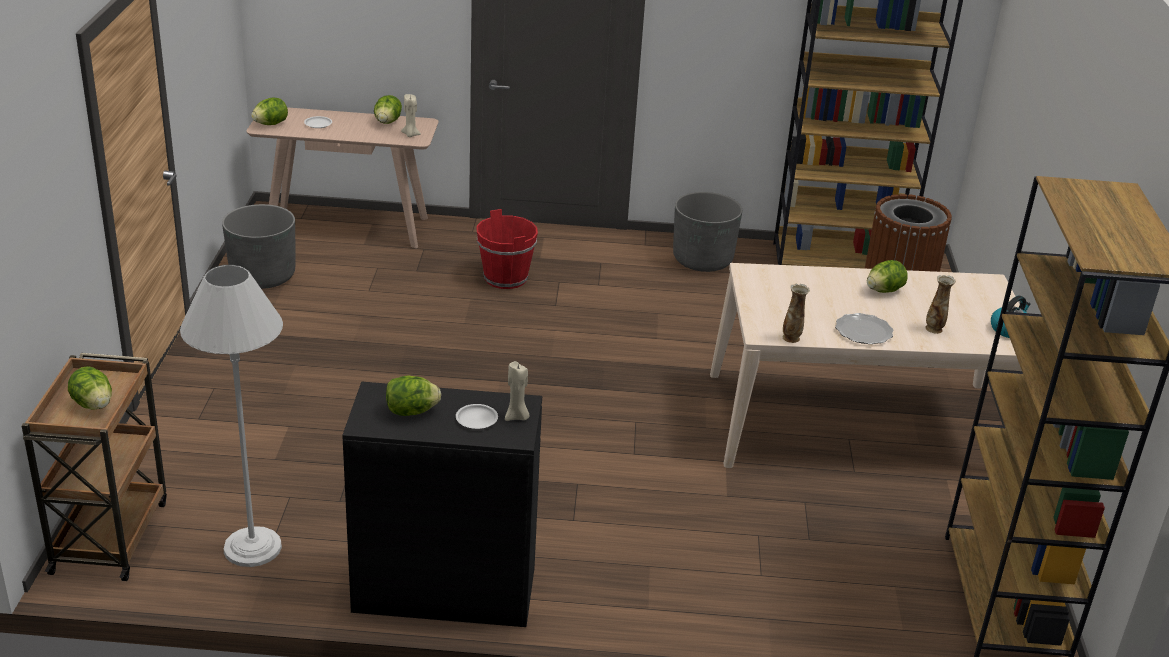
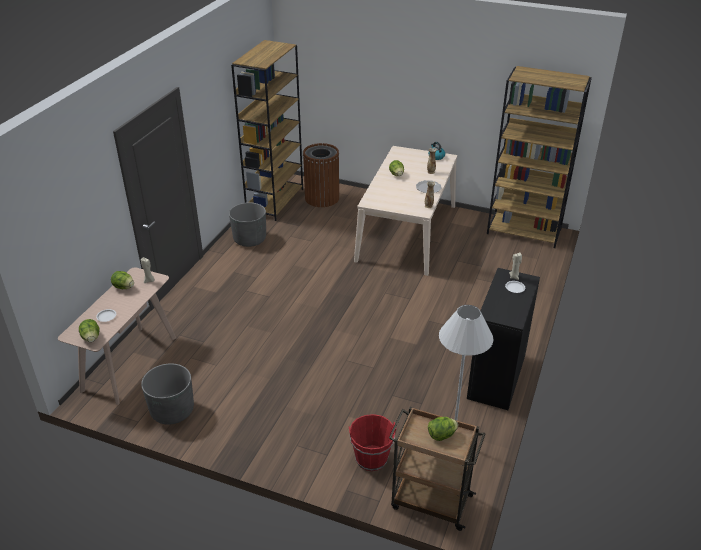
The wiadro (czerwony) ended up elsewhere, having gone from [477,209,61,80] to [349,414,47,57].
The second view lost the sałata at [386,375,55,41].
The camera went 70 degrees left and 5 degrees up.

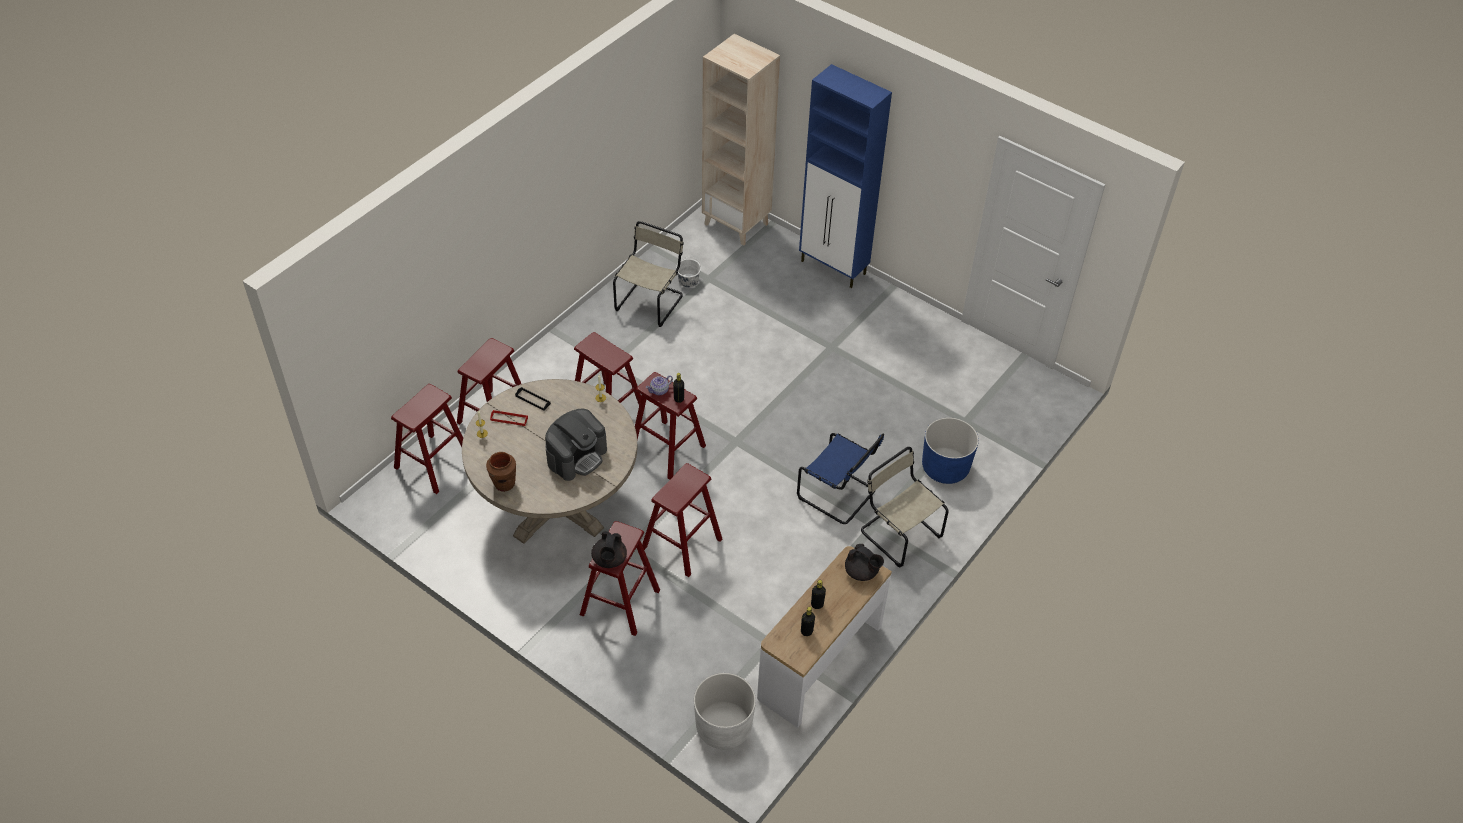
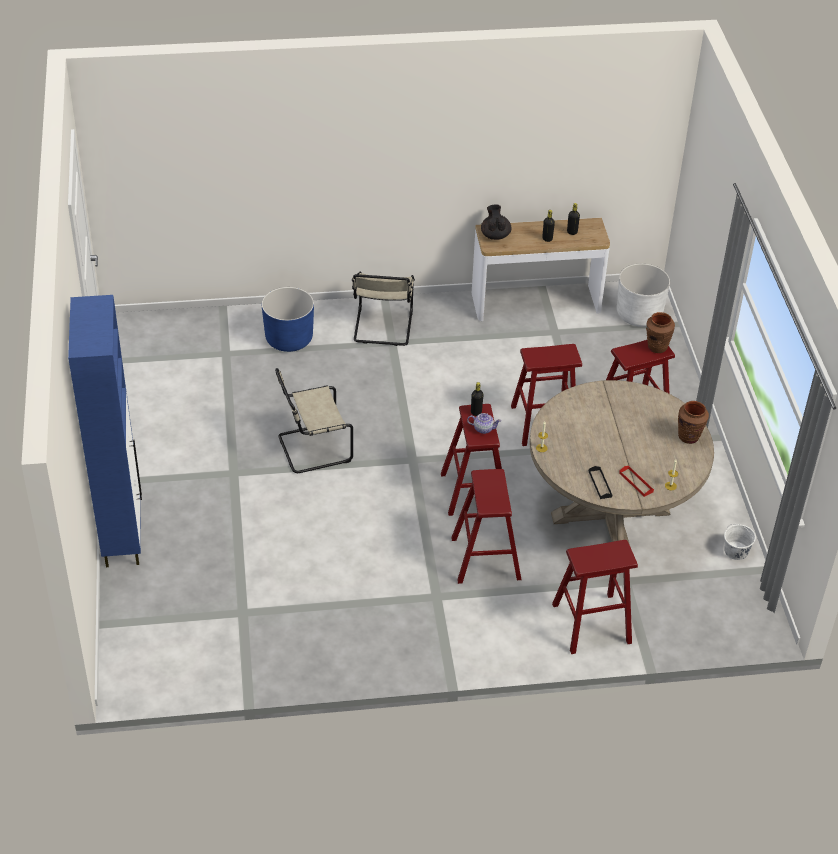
The second view lost the regał (beżowy) at [702,34,78,212].
The krzesło (beżowy) ended up elsewhere, having gone from [613,221,71,106] to [275,368,78,105].
The wiadro (biały) ended up elsewhere, having gone from [676,257,25,31] to [724,524,32,36].
The second view lost the stołek (czerwony) at [391,384,72,110].
The second view lost the ekspres do kawy at [545,408,62,73].
The second view lost the krzesło (niebieski) at [797,433,87,91].
Where the imbryk (czarny) stood at [591,531,36,37], the wazon (brązowy) came to stand at [646,312,29,41].
The camera went 135 degrees left and 5 degrees down.

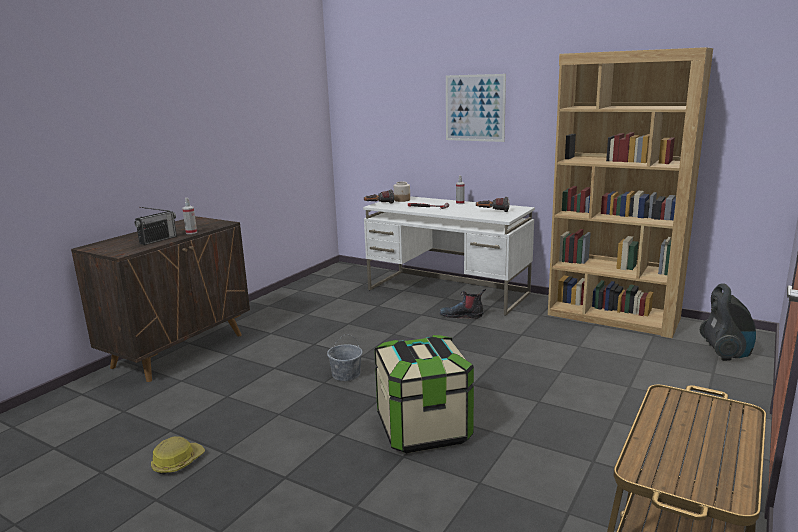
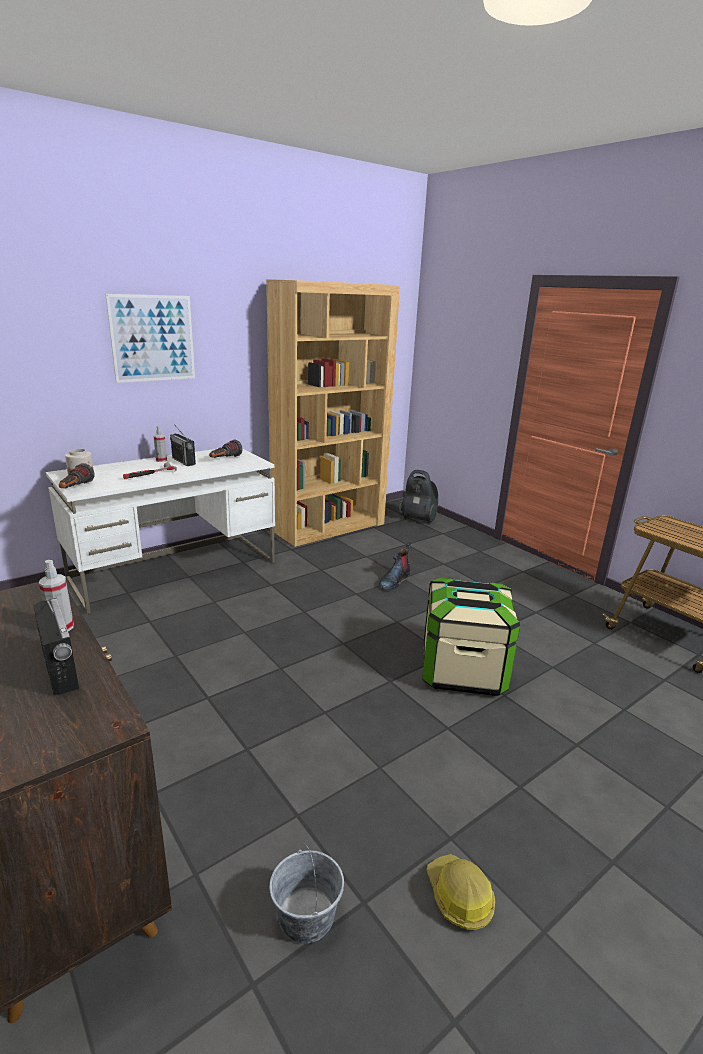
The but z cholewką ended up elsewhere, having gone from [440,289,46,30] to [379,542,32,47].
The wiadro (szary) ended up elsewhere, having gone from [327,335,36,46] to [269,843,75,101].
The second view gained the radio at [170,424,26,42].
The camera went 70 degrees left and 5 degrees up.

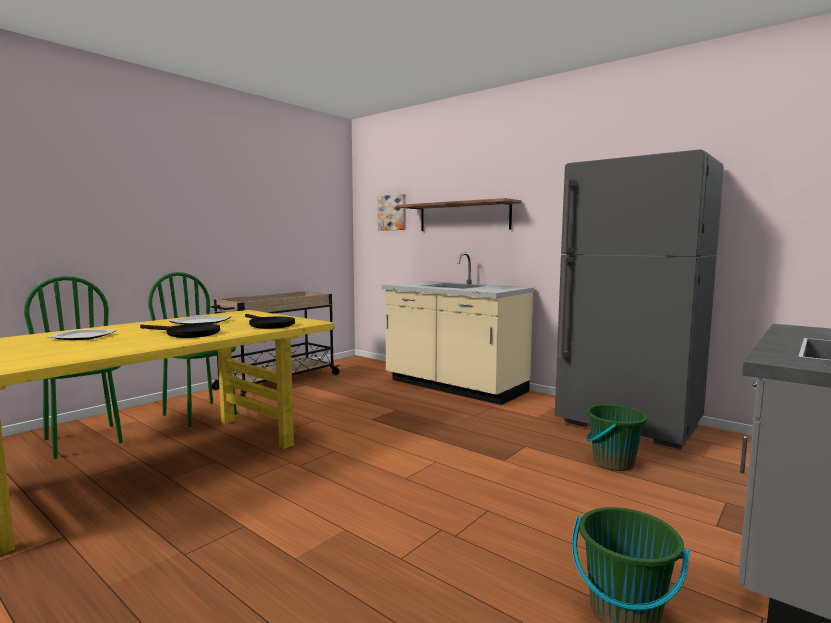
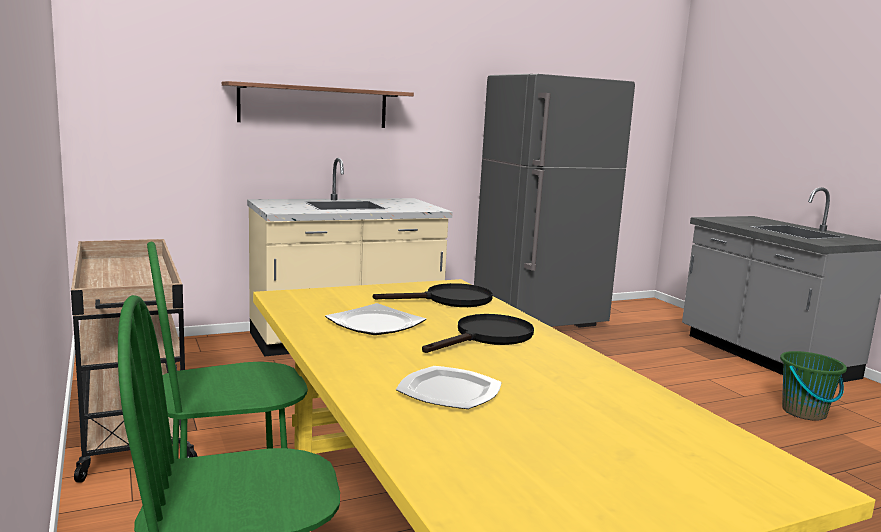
The second view lost the obraz at [378,194,28,36].
The second view lost the wiadro (zielony) at [586,404,61,67].
The camera went 65 degrees left and 5 degrees up.

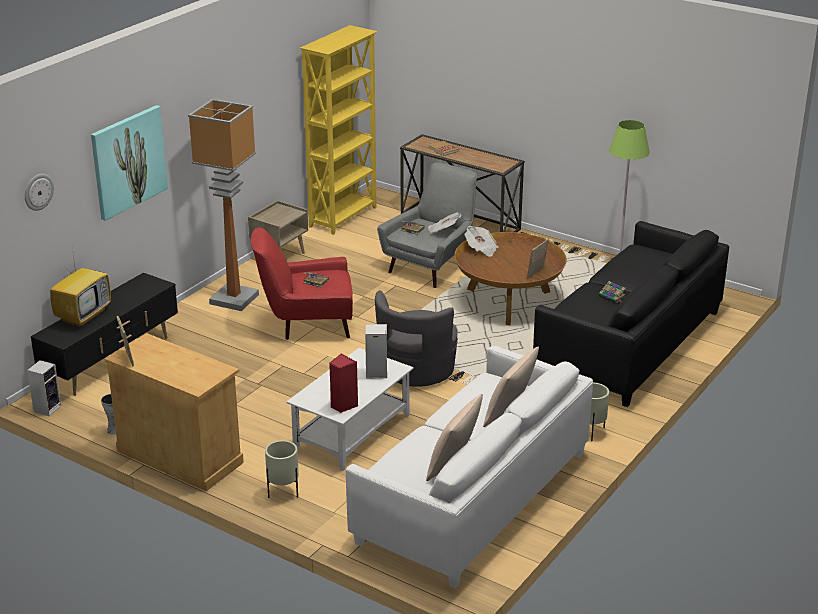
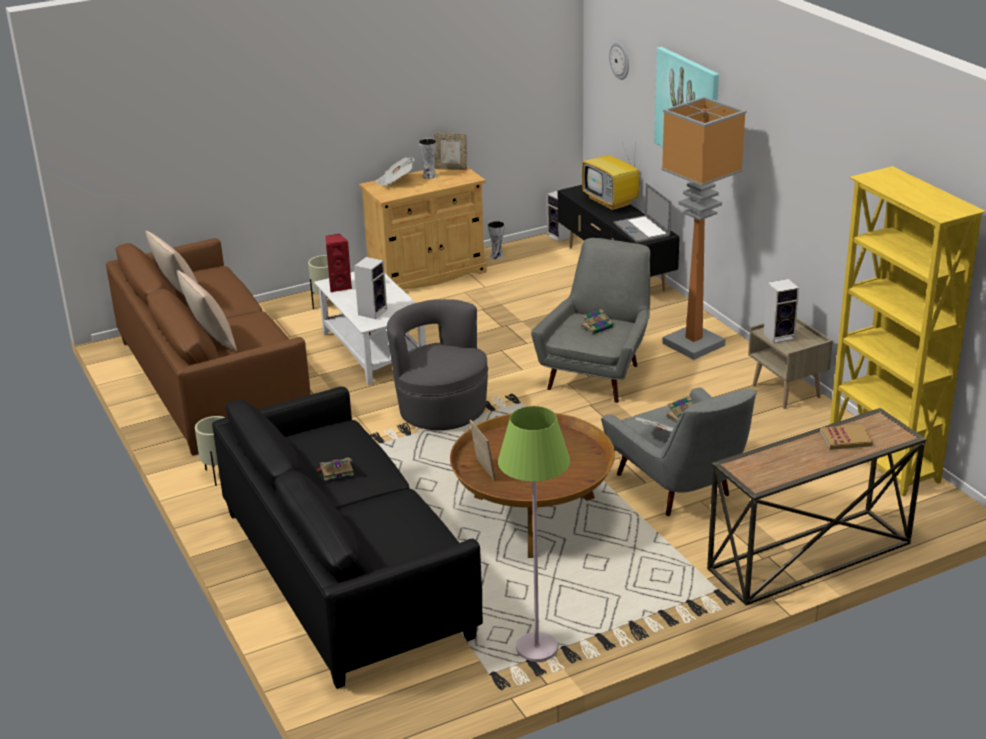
The gazeta ended up elsewhere, having gone from [465,226,33,31] to [375,157,40,30].
What was the fotel (czerwony) at [251,227,102,113] turned into the fotel (szary) at [531,238,119,165].
What was the kanapa (biały) at [346,345,247,244] turned into the kanapa (brązowy) at [106,238,205,218].
The second view gained the wazon at [419,138,18,41].
The second view gained the laptop at [614,183,58,60].
The second view gained the głośnik at [764,279,35,64].
The camera went 120 degrees right and 0 degrees up.

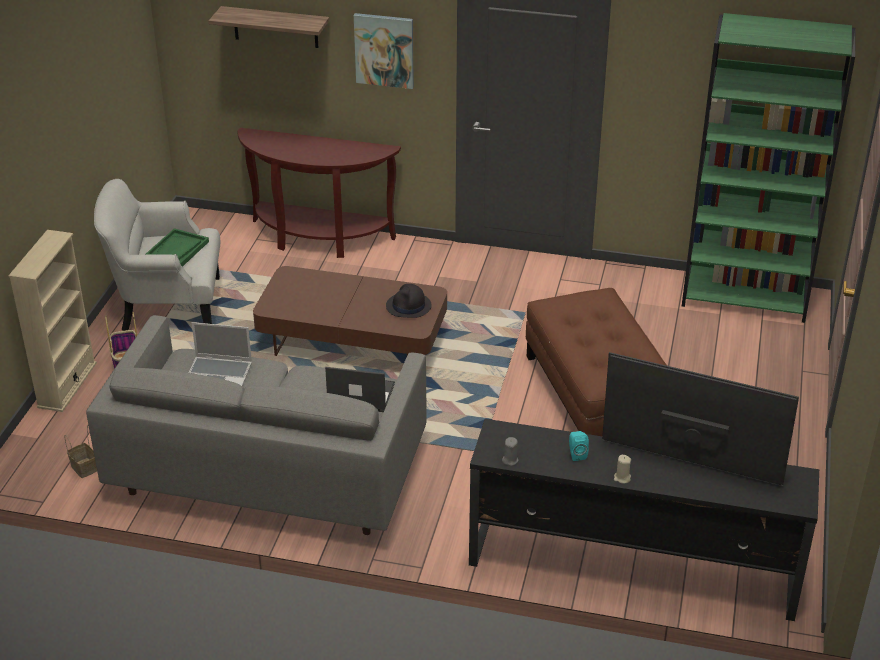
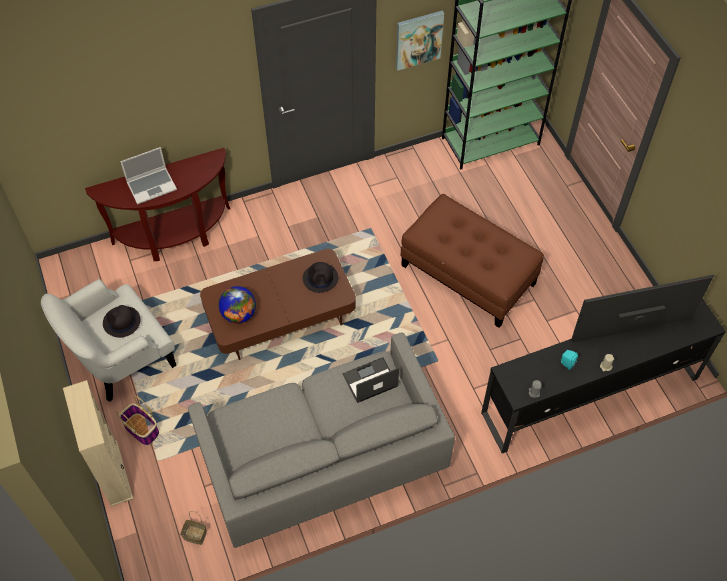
The second view lost the półka at [209,6,120,42].
The obraz ended up elsewhere, having gone from [354,13,60,76] to [396,10,48,61].
Where the taca (zielony) stood at [145,228,64,39], the kapelusz (czarny) came to stand at [103,305,38,33].
The laptop ended up elsewhere, having gone from [189,322,63,64] to [120,147,57,57].
The second view gained the globus at [219,286,37,37].
The camera went 35 degrees left and 20 degrees up.

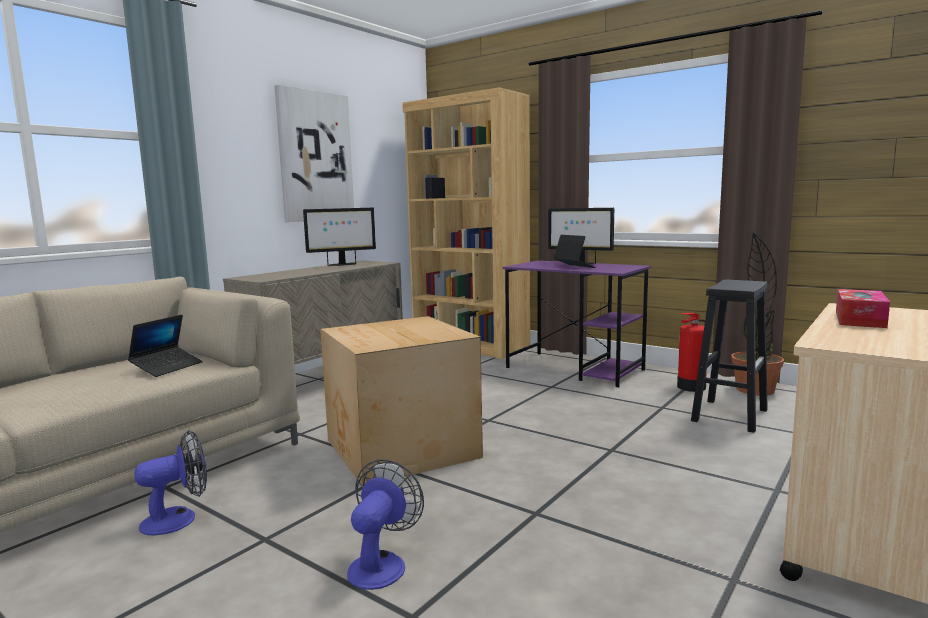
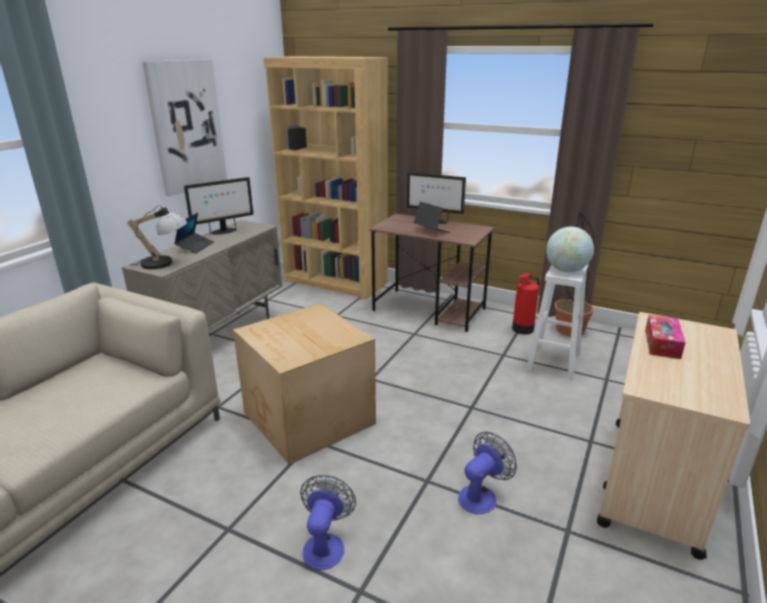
What was the biurko (fioletowy) at [503,260,148,127] turned into the biurko (brązowy) at [369,214,125,118].
What was the stołek (czarny) at [691,279,77,154] turned into the stołek (biały) at [526,263,63,117].
The laptop ended up elsewhere, having gone from [128,315,75,62] to [174,213,40,41].
The wentylator ended up elsewhere, having gone from [134,430,73,105] to [458,432,59,82].
The second view gained the lampa stołowa at [127,205,60,64].
The second view gained the globus at [546,227,48,45].
The camera went 10 degrees left and 15 degrees up.

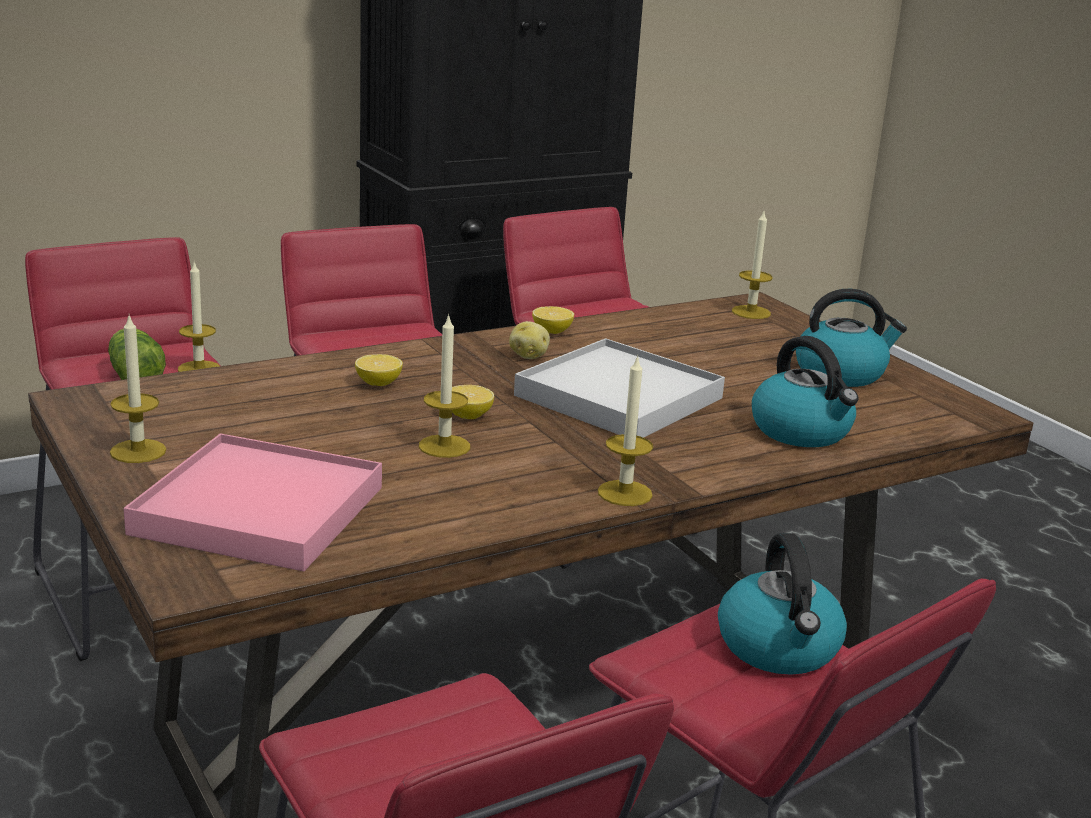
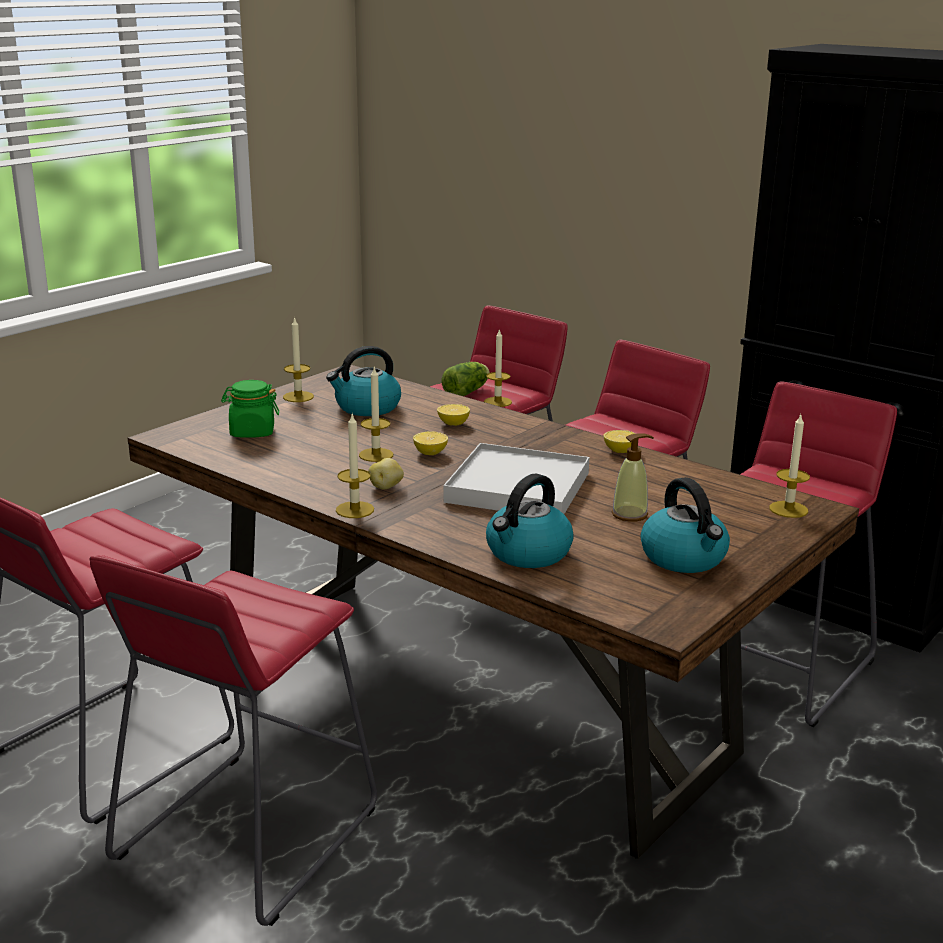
The ziemniak ended up elsewhere, having gone from [509,321,41,38] to [368,458,36,32].
Where the taca (różowy) stood at [124,434,258,137], the słoik (zielony) came to stand at [221,380,58,58].
The czajnik ended up elsewhere, having gone from [718,533,129,142] to [326,346,75,70].
The second view gained the dozownik mydła at [612,433,42,89].
The camera went 70 degrees right and 0 degrees up.

